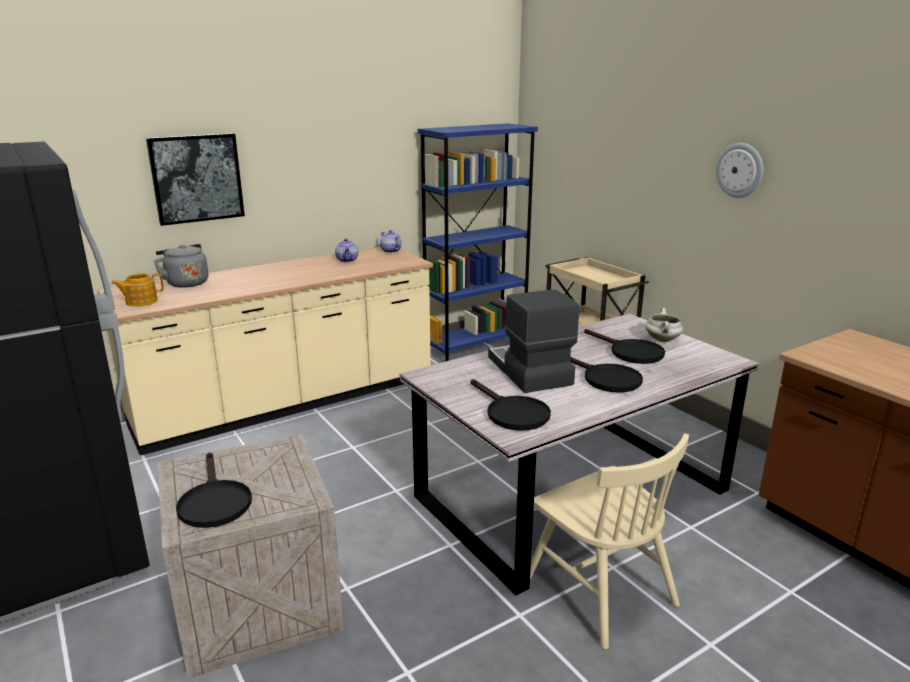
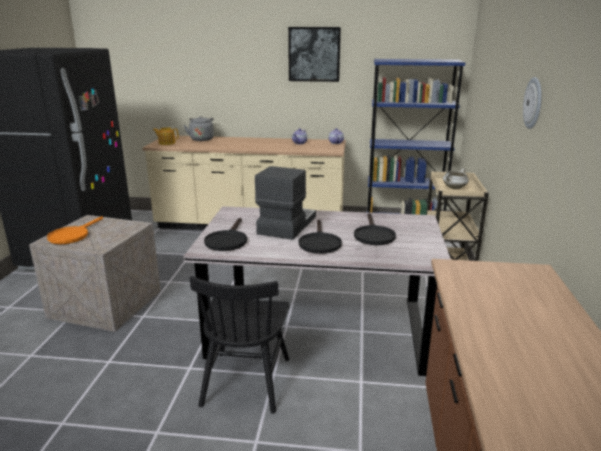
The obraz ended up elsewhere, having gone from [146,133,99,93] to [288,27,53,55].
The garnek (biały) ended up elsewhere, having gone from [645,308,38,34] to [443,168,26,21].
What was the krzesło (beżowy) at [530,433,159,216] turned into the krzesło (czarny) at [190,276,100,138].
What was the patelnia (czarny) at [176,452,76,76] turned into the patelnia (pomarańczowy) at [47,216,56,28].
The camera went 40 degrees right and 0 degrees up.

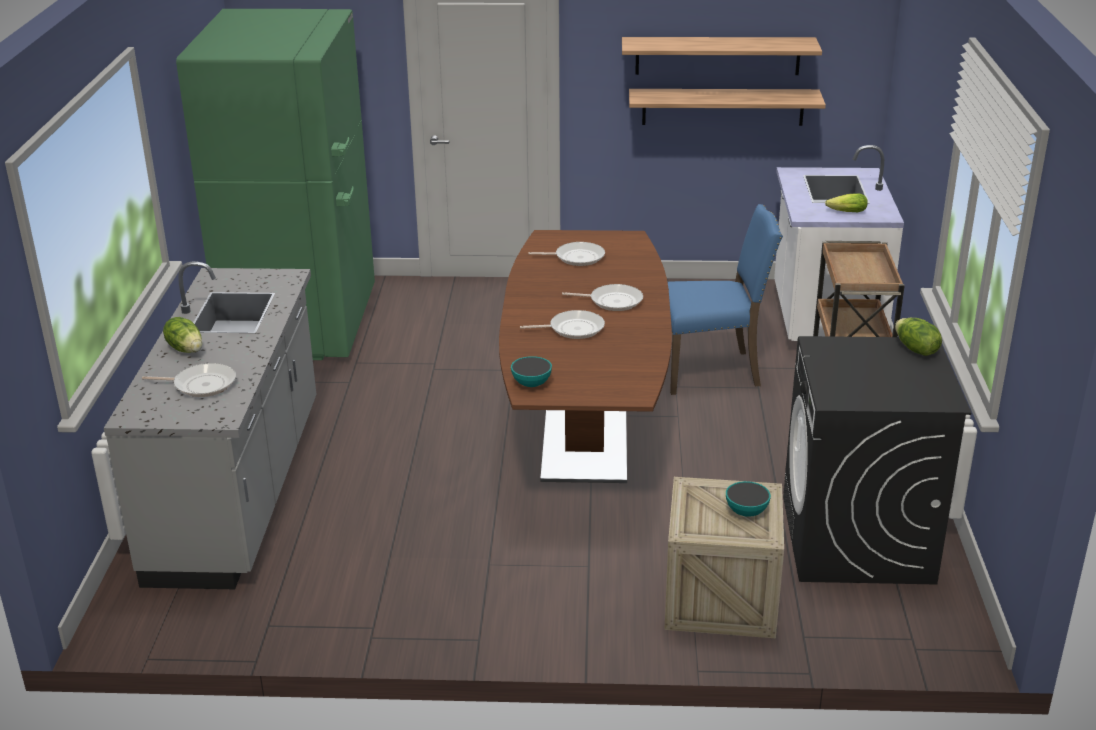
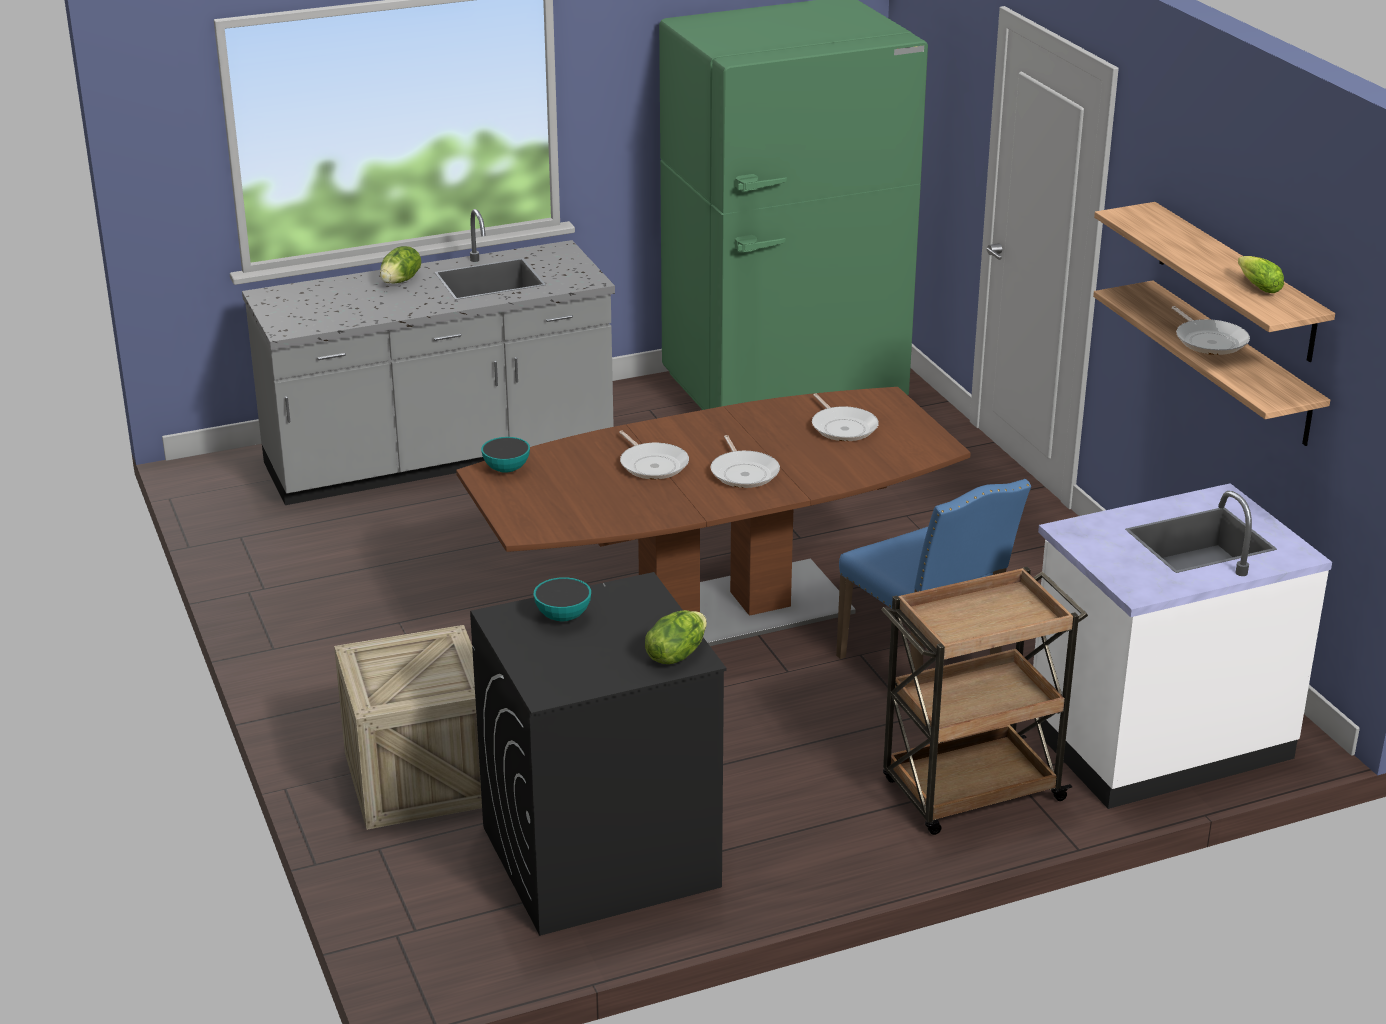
The sałata ended up elsewhere, having gone from [825,193,43,19] to [1238,256,46,37].
The patelnia ended up elsewhere, having gone from [142,363,94,34] to [1172,306,78,49].
The miska ended up elsewhere, having gone from [726,481,45,36] to [534,577,57,44].
The camera went 65 degrees right and 0 degrees up.

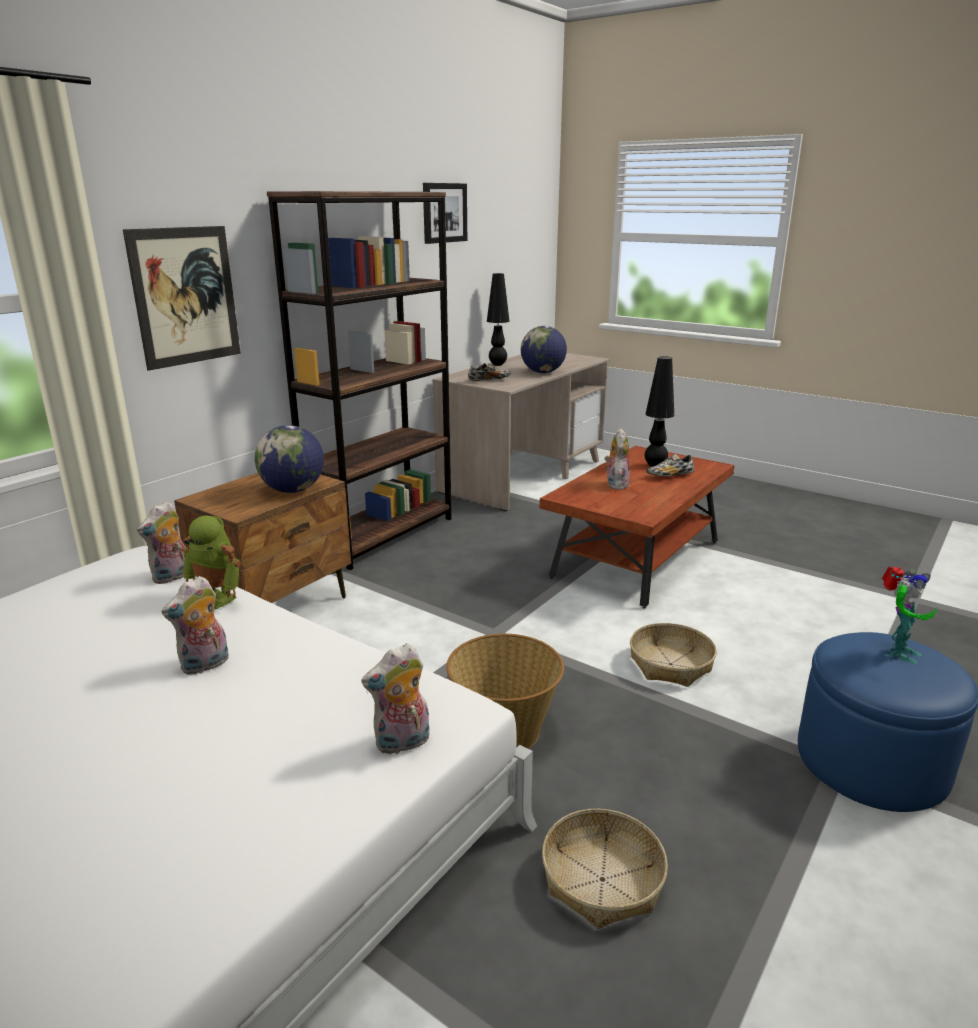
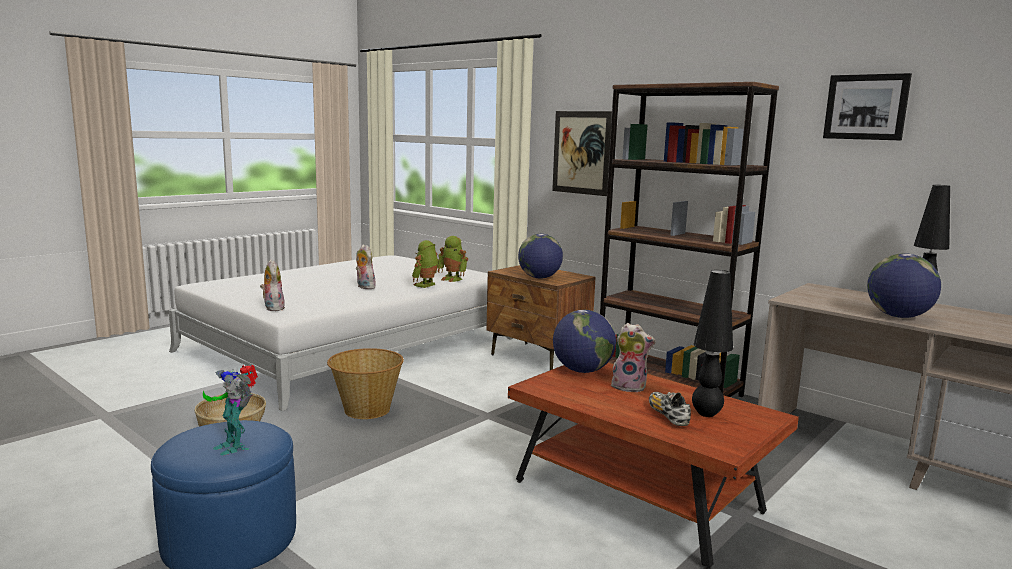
The second view lost the but at [468,363,43,19].
Where the pluszak stood at [137,501,49,83], the robot zabawkowy came to stand at [438,236,30,46].
The second view lost the koszyk at [630,623,87,64].
The second view gained the globus at [553,310,63,63].
The camera went 95 degrees right and 10 degrees down.

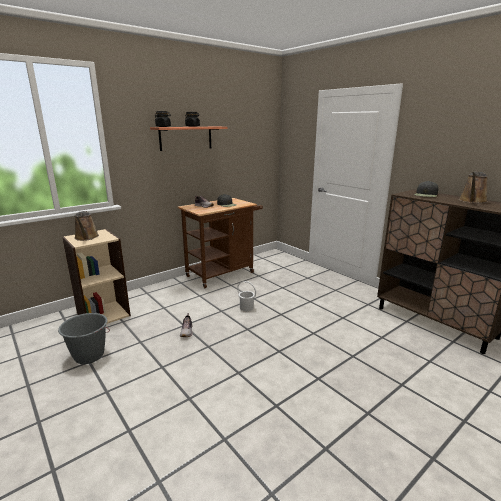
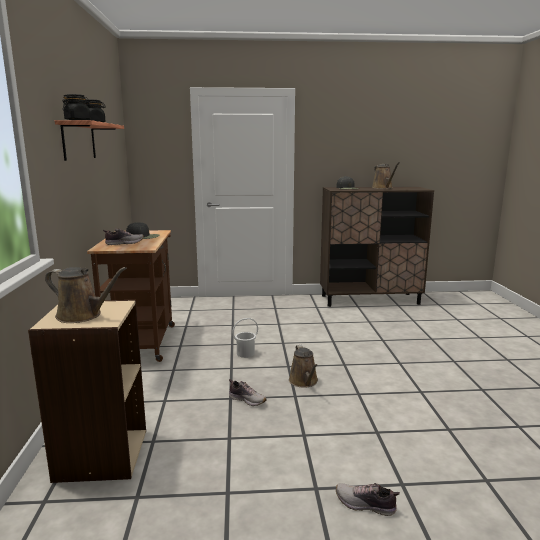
The second view lost the wiadro (szary) at [58,313,52,51].
The second view gained the konewka (brązowy) at [289,345,29,43].
The second view gained the but at [336,483,64,33].
The camera went 55 degrees left and 5 degrees down.

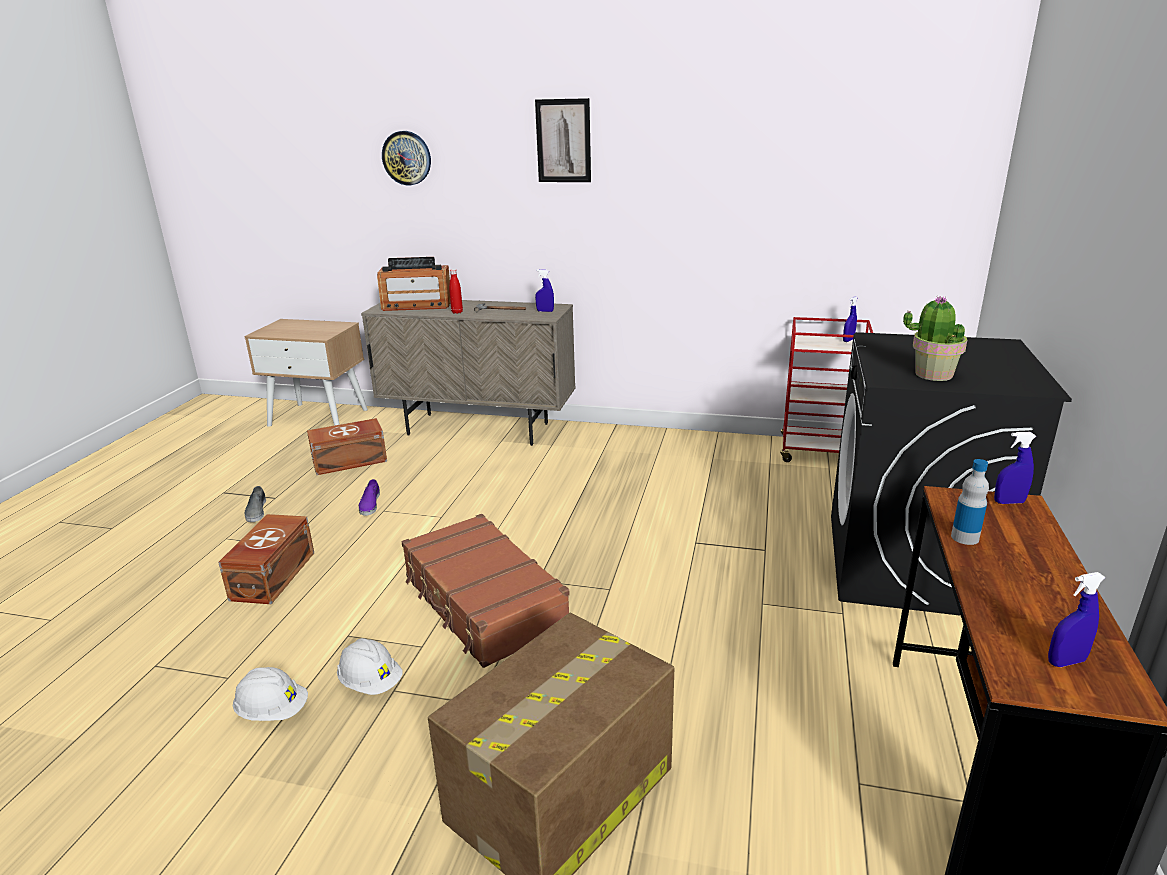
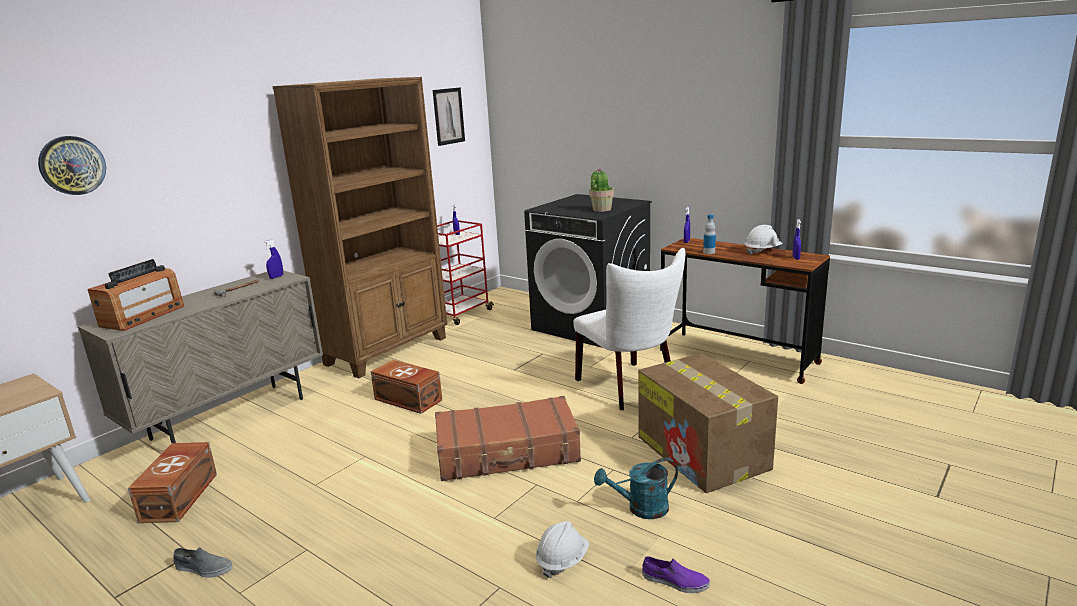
The obraz ended up elsewhere, having gone from [535,98,56,84] to [433,87,32,59].
The second view lost the butelka (czerwony) at [449,269,14,45].
The but (fioletowy) ended up elsewhere, having gone from [359,479,21,37] to [642,556,68,37].
The pojemnik do przechowywania (brązowy) ended up elsewhere, having gone from [218,514,96,90] to [371,360,71,54].
The kask (biały) ended up elsewhere, having gone from [337,638,66,57] to [745,225,38,30].
The second view gained the regał (brązowy) at [272,77,175,301].
The second view gained the krzesło (biały) at [573,248,113,162].
The second view gained the konewka (turkusowy) at [594,458,84,61].
The camera went 65 degrees left and 5 degrees down.

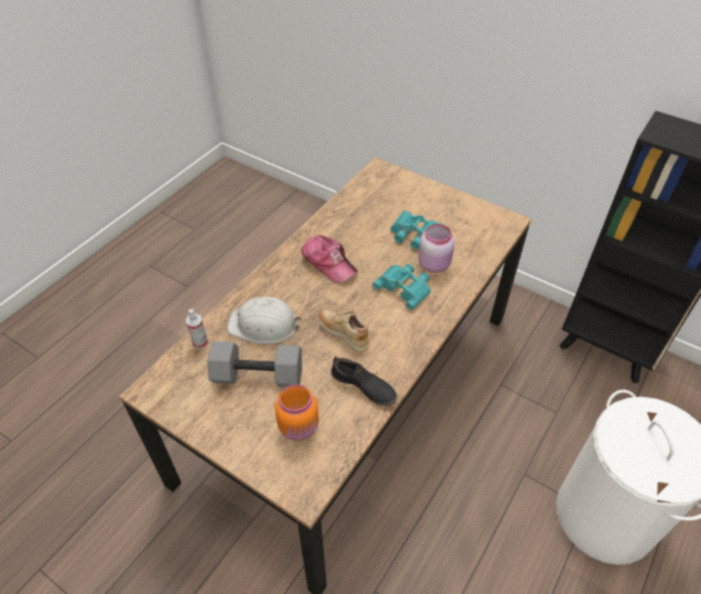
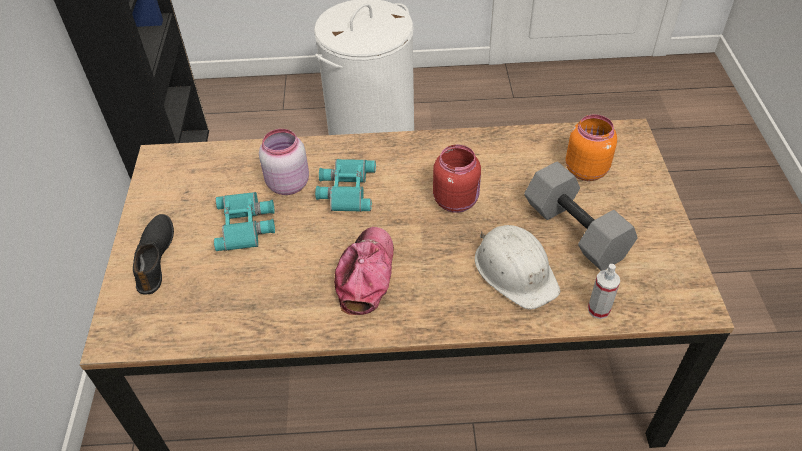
Where the but (beżowy) stood at [319,309,50,44], the słoik (czerwony) came to stand at [433,145,48,68].
The but (czarny) ended up elsewhere, having gone from [331,356,66,49] to [133,214,41,81].
The camera went 125 degrees left and 0 degrees up.

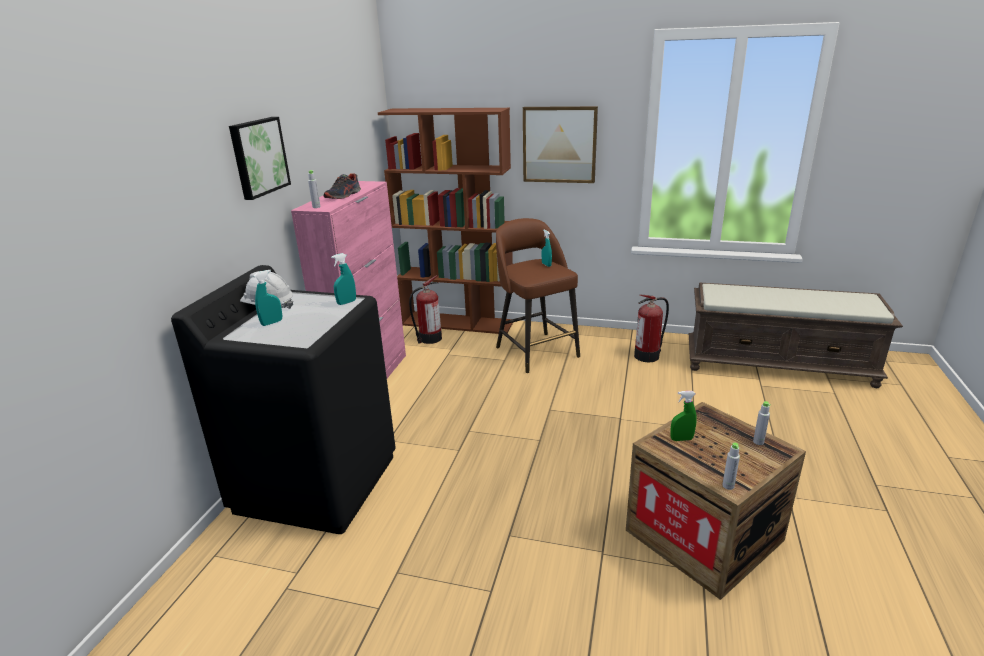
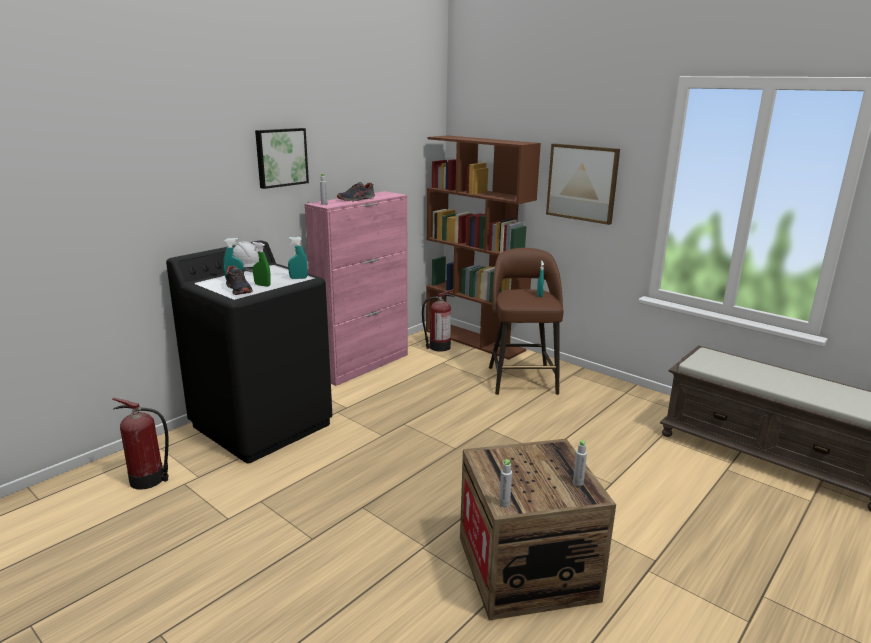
The gaśnica ended up elsewhere, having gone from [634,295,35,67] to [112,398,57,92].
The spryskiwacz (zielony) ended up elsewhere, having gone from [670,391,27,50] to [252,242,19,45].
The second view gained the but at [226,266,27,29].
The camera went 25 degrees right and 5 degrees down.

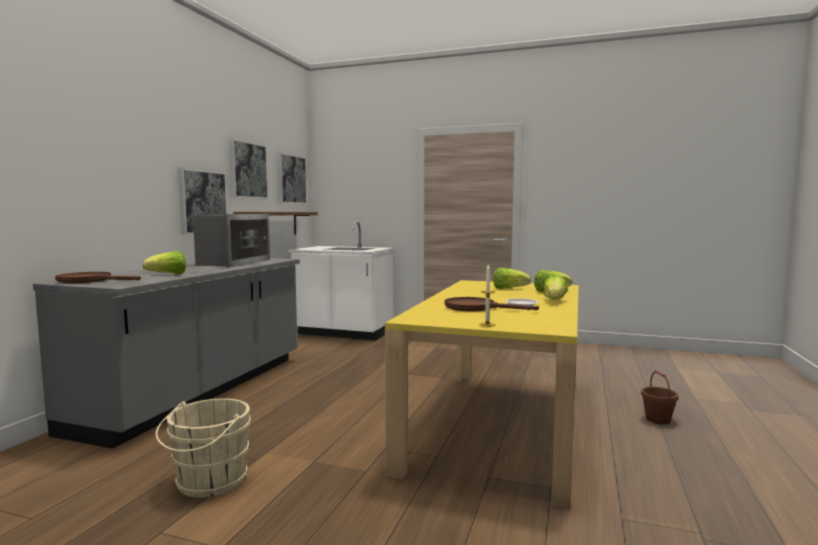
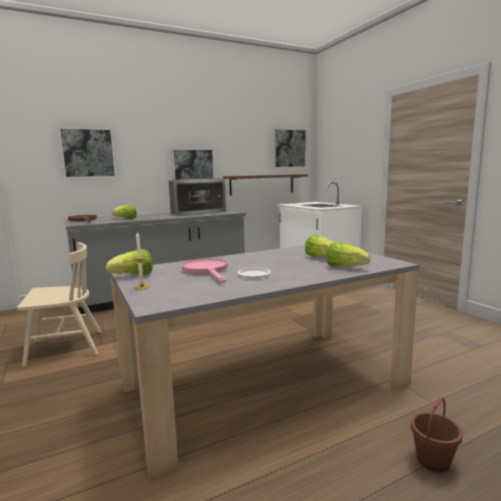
The obraz ended up elsewhere, having gone from [229,138,40,61] to [58,127,59,52].
The sałata ended up elsewhere, having gone from [543,275,25,25] to [106,249,47,26].
What was the stół jadalny (żółty) at [385,280,194,229] turned into the stół jadalny (szary) at [110,245,309,236].
What was the patelnia (brązowy) at [444,297,95,15] turned into the patelnia (różowy) at [182,258,46,25].
Where the wiadro (beżowy) stood at [156,398,95,99], the krzesło (beżowy) came to stand at [17,242,84,125].
The camera went 45 degrees right and 5 degrees up.

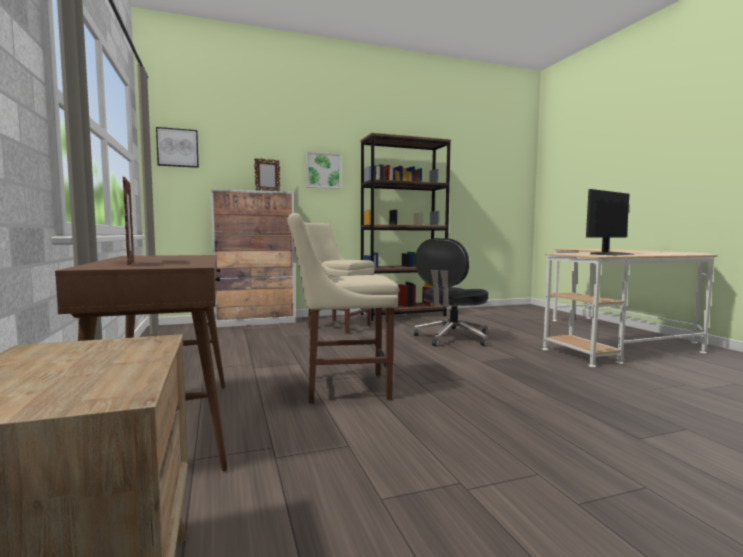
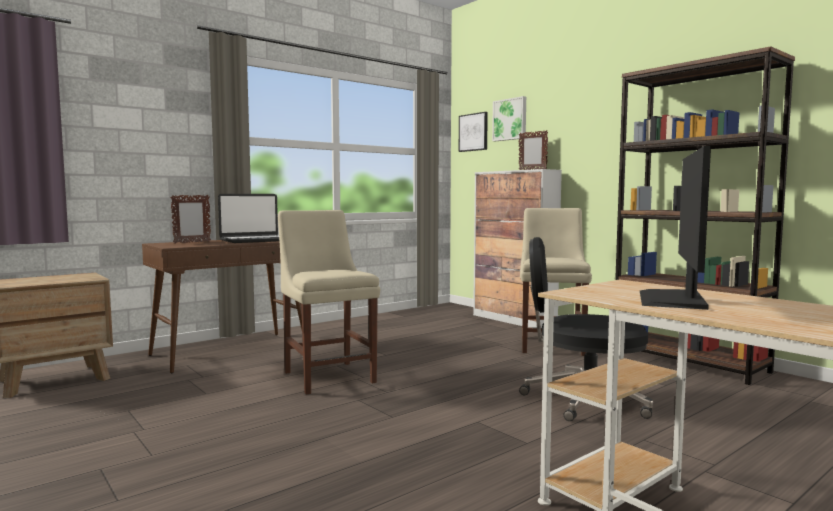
The obraz ended up elsewhere, having gone from [307,152,34,37] to [492,96,34,45].
The monitor at [586,189,49,66] ended up facing another way, 75 degrees clockwise from before.
The second view gained the laptop at [218,194,61,49].
The camera went 70 degrees right and 0 degrees up.

